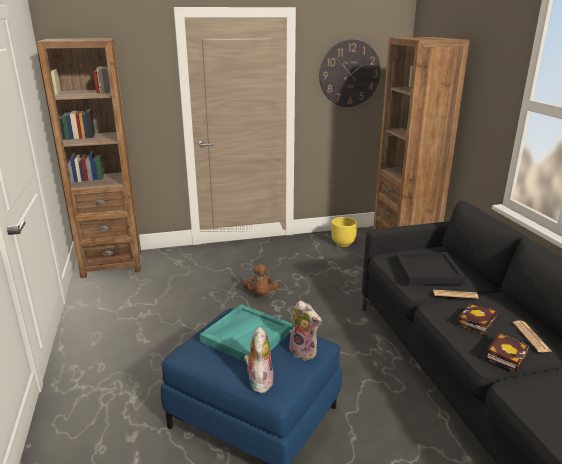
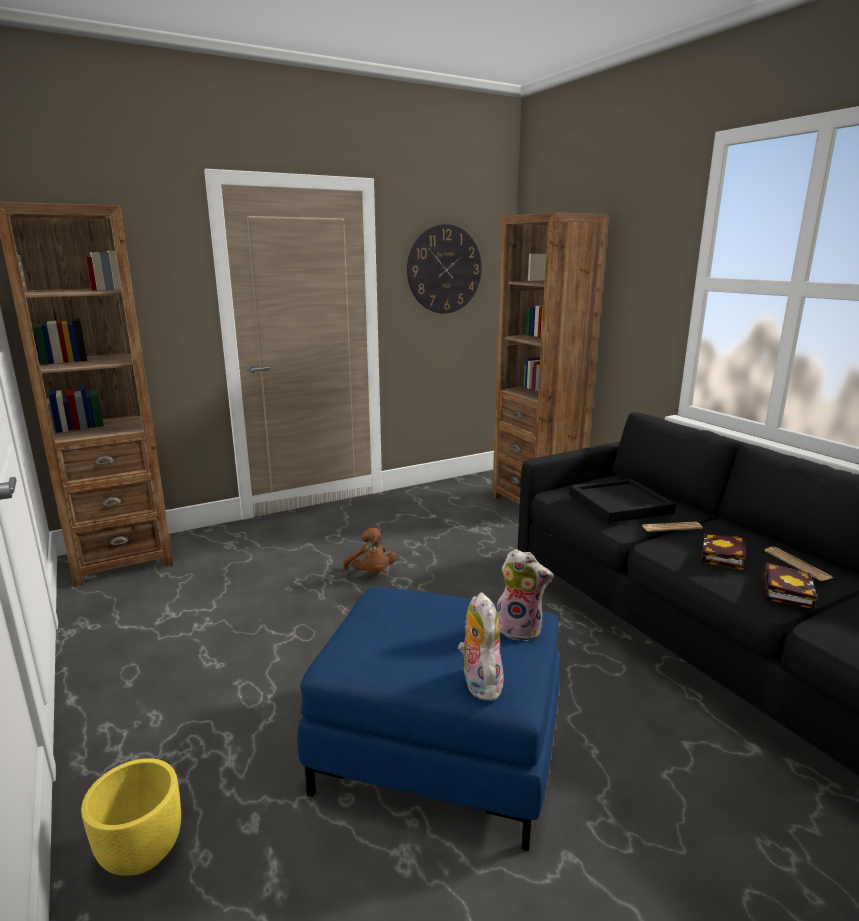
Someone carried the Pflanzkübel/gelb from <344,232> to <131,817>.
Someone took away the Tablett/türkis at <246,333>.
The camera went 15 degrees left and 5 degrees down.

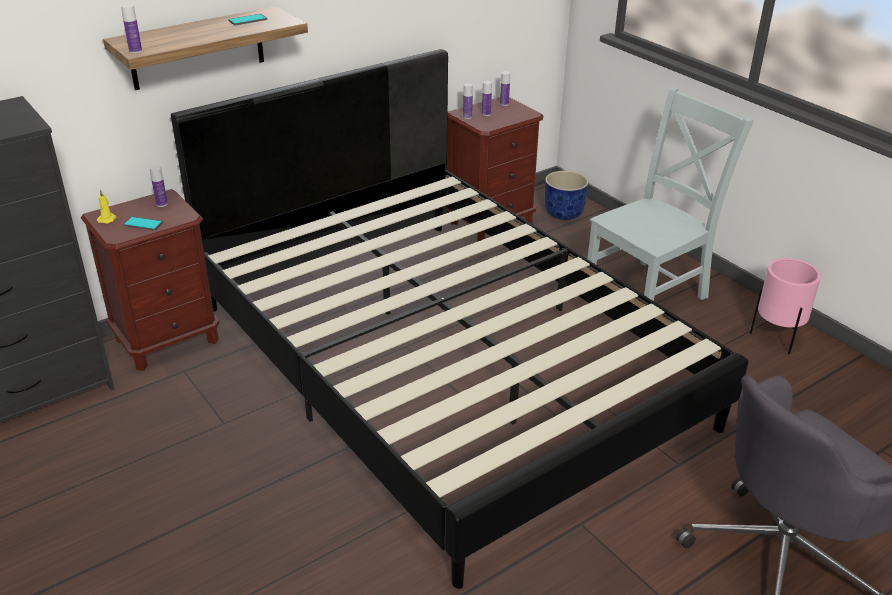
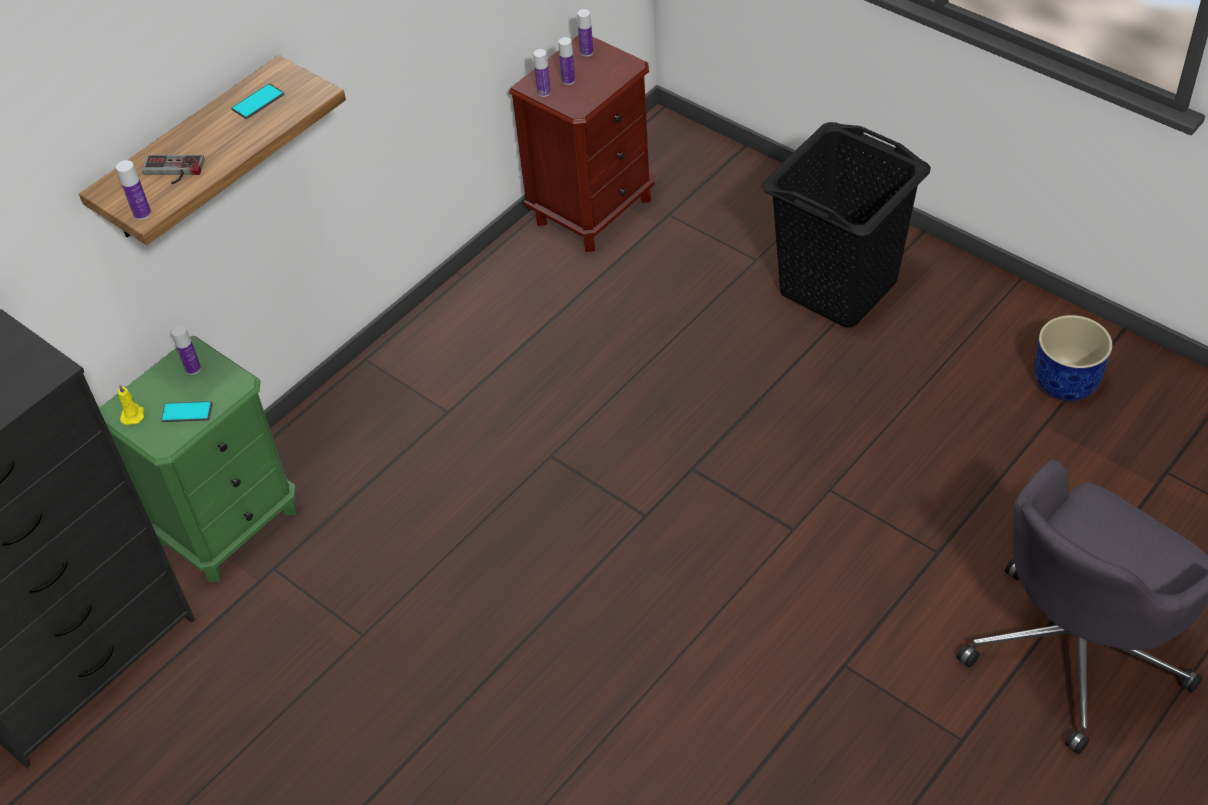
Someone took away the Bett/schwarz at <459,319>.
Someone swapped the Stuhl/grau at <670,194> for the Wäschekorb/schwarz at <846,225>.
Someone carried the Pflanzkübel/blau from <567,195> to <1074,358>.
Someone repainted the Nachttisch/braun at <150,280>, which became the Nachttisch/grün at <198,459>.
Someone took away the Pflanzkübel/rosa at <785,306>.
Someone put down the Gamepad at <173,169>.
The camera went 10 degrees left and 15 degrees up.

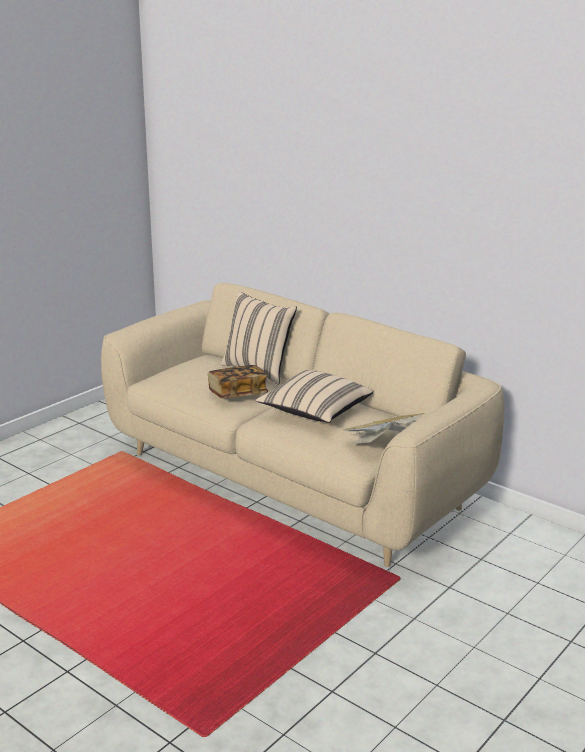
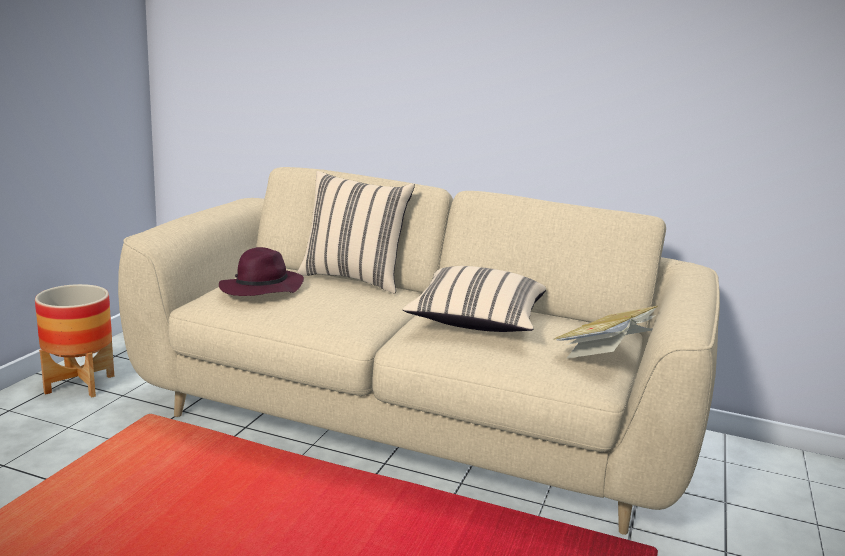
Someone took away the Buch at <238,381>.
Someone put down the Hut/lila at <261,271>.
Someone put down the Pflanzkübel at <74,341>.
The camera went 20 degrees left and 5 degrees down.

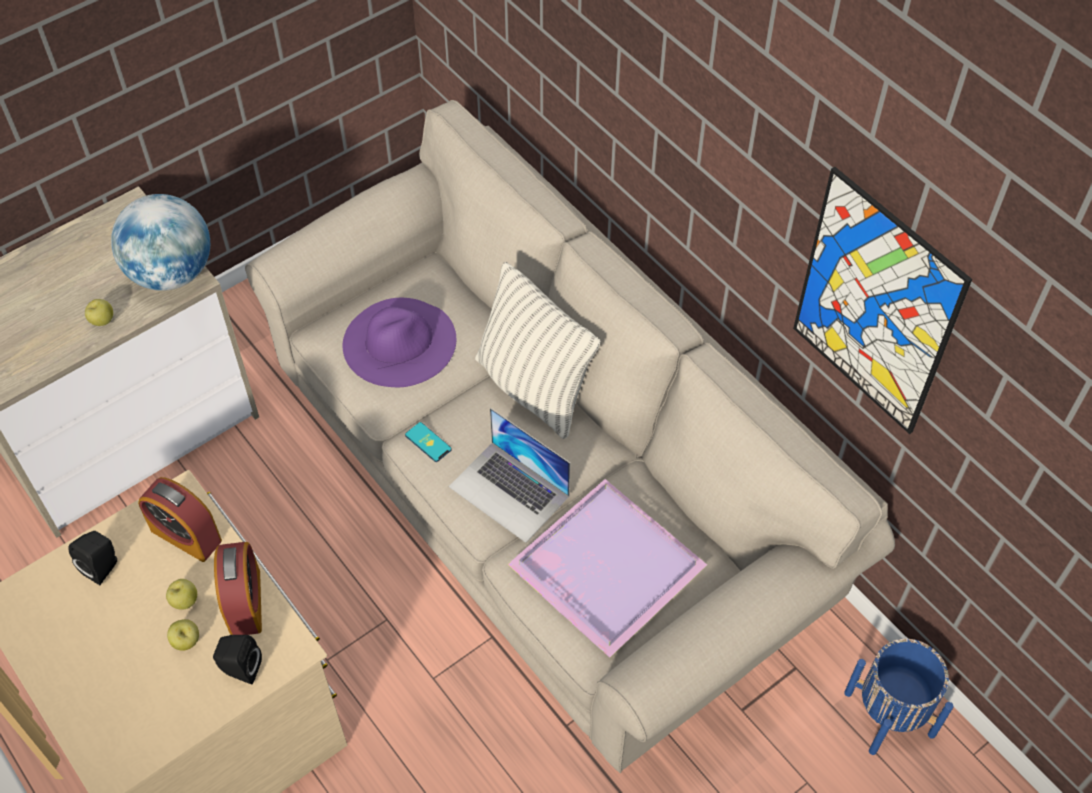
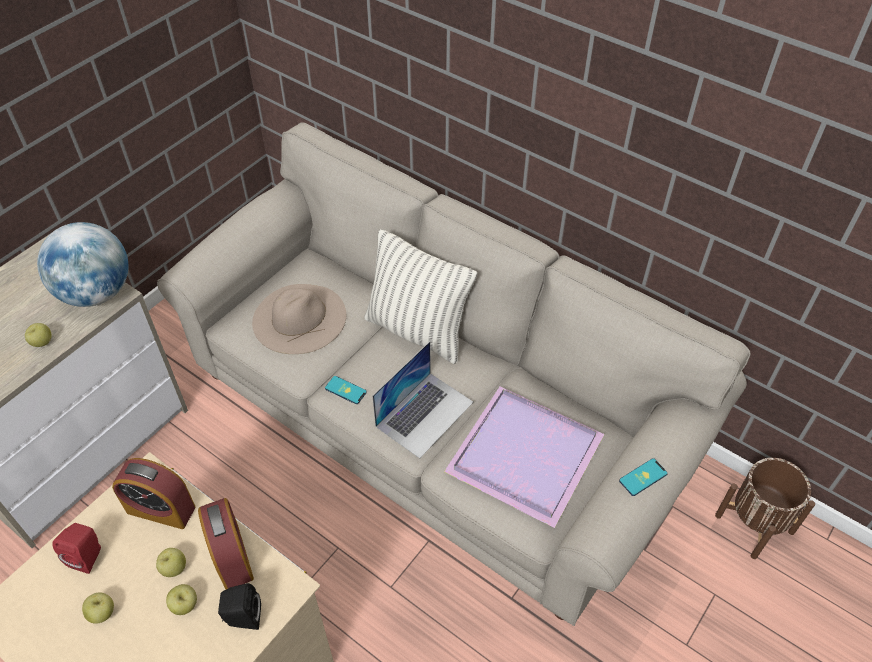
Someone took away the Bild at <882,300>.
Someone repainted the Hut/lila at <399,342>, which became the Hut/beige at <299,319>.
Someone rotated the Laptop at <509,475> by 75 degrees counterclockwise.
Someone repainted the Lautsprecher/schwarz at <92,558>, which became the Lautsprecher/rot at <76,548>.
Someone repainted the Pflanzkübel/blau at <899,697>, which became the Pflanzkübel/braun at <765,508>.
Someone put down the Handy at <643,477>.
Someone put down the Apfel at <98,608>.
The camera went 15 degrees left and 5 degrees down.

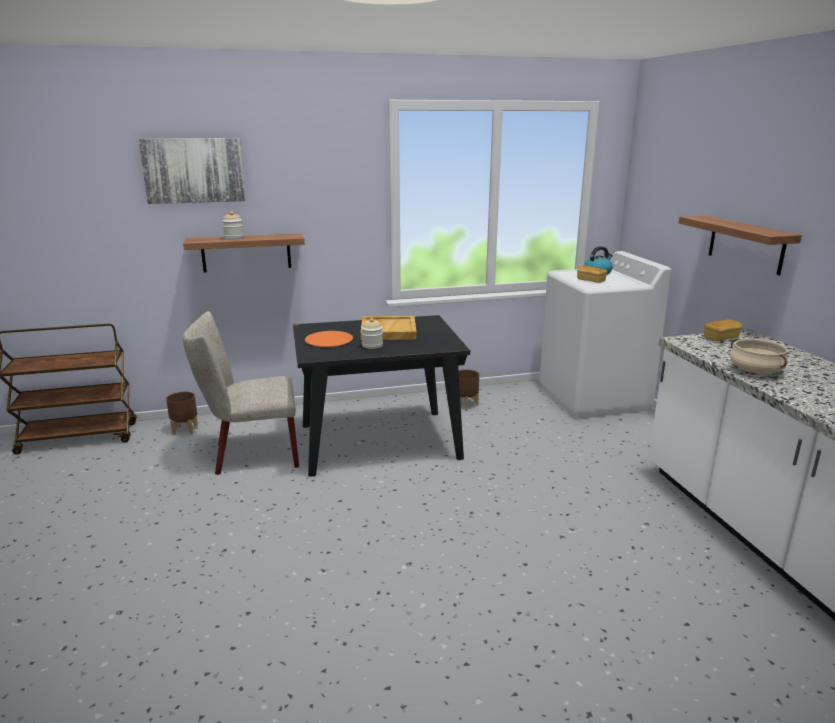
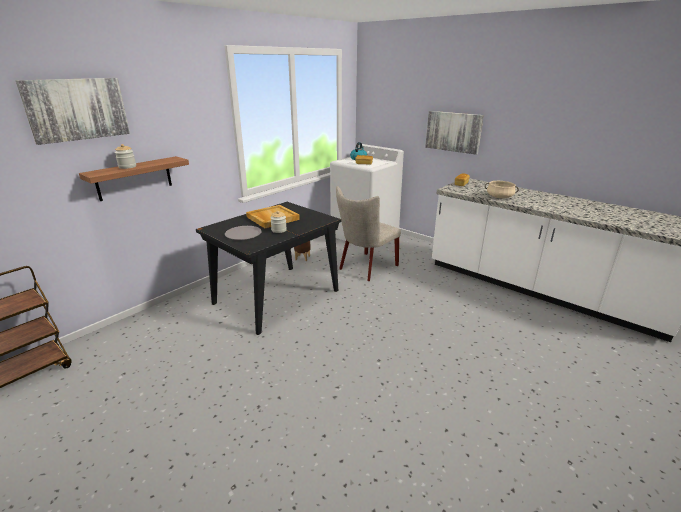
Someone swapped the Wandregal at <740,245> for the Bild at <454,133>.
Someone carried the Stuhl/beige from <241,393> to <368,233>.
Someone repainted the Teller/orange at <329,339>, which became the Teller/grau at <243,233>.
Someone took away the Pflanzkübel/braun at <182,413>.
The camera went 35 degrees left and 5 degrees up.

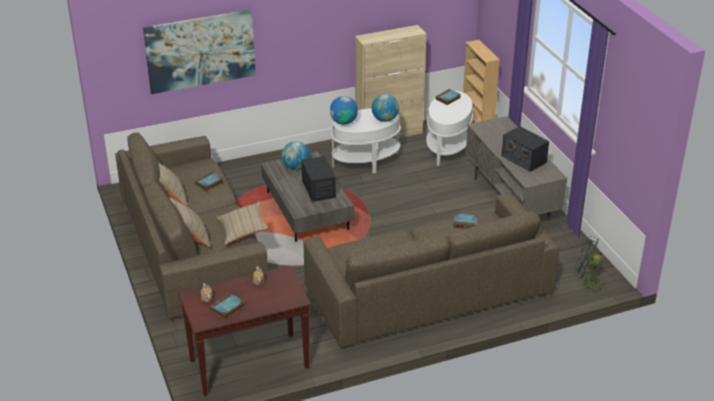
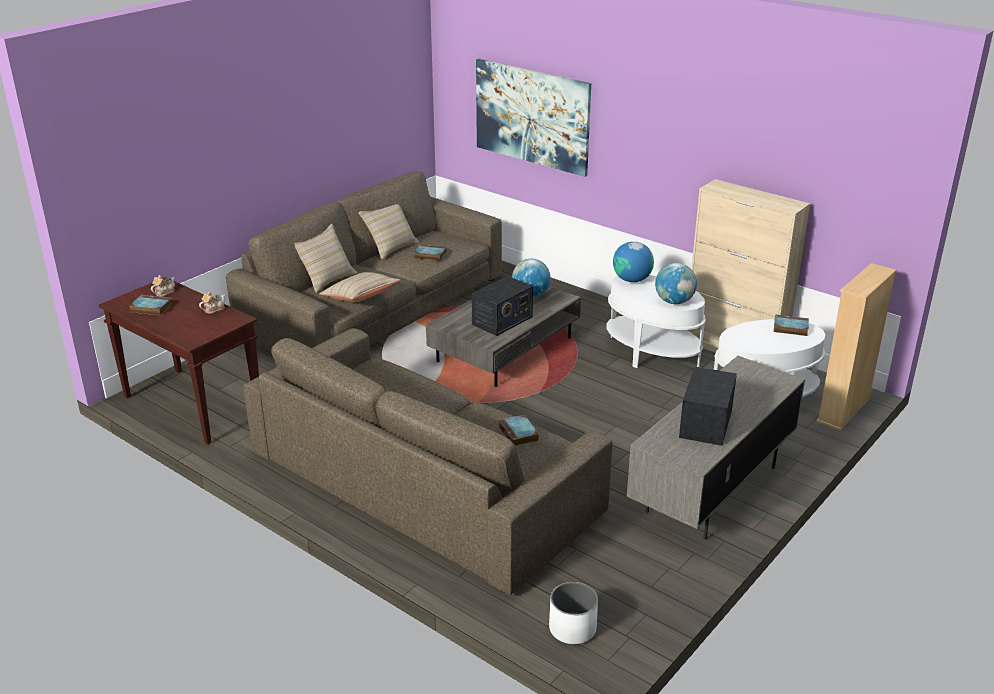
Someone swapped the Ventilator/grün at <590,265> for the Pflanzkübel/weiß at <573,613>.
The camera went 60 degrees right and 5 degrees down.

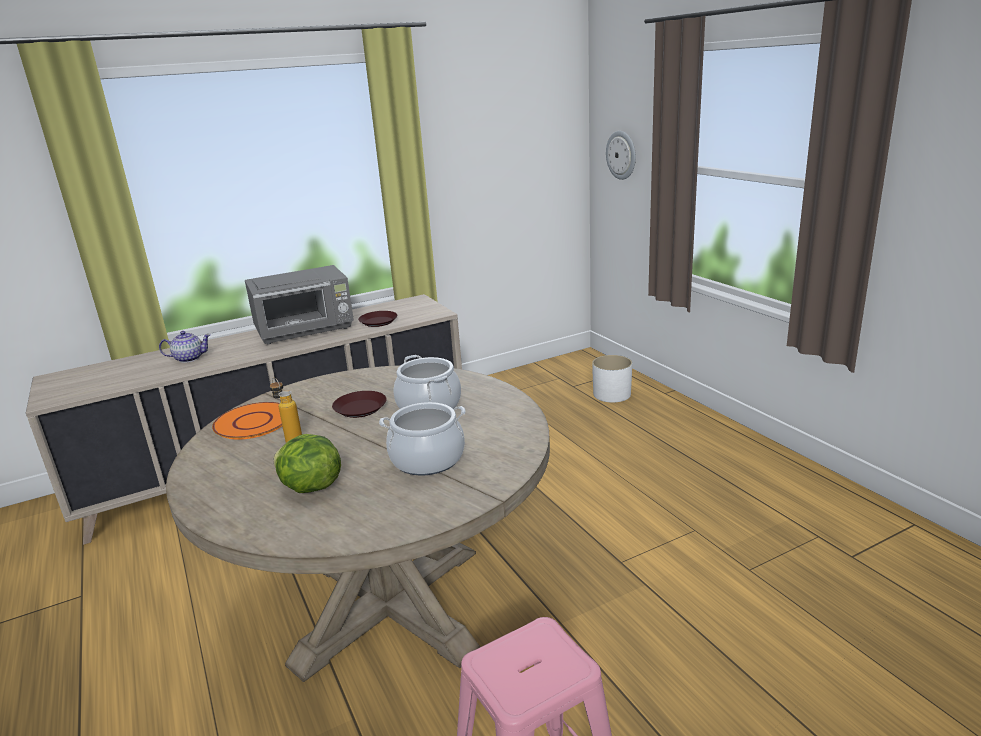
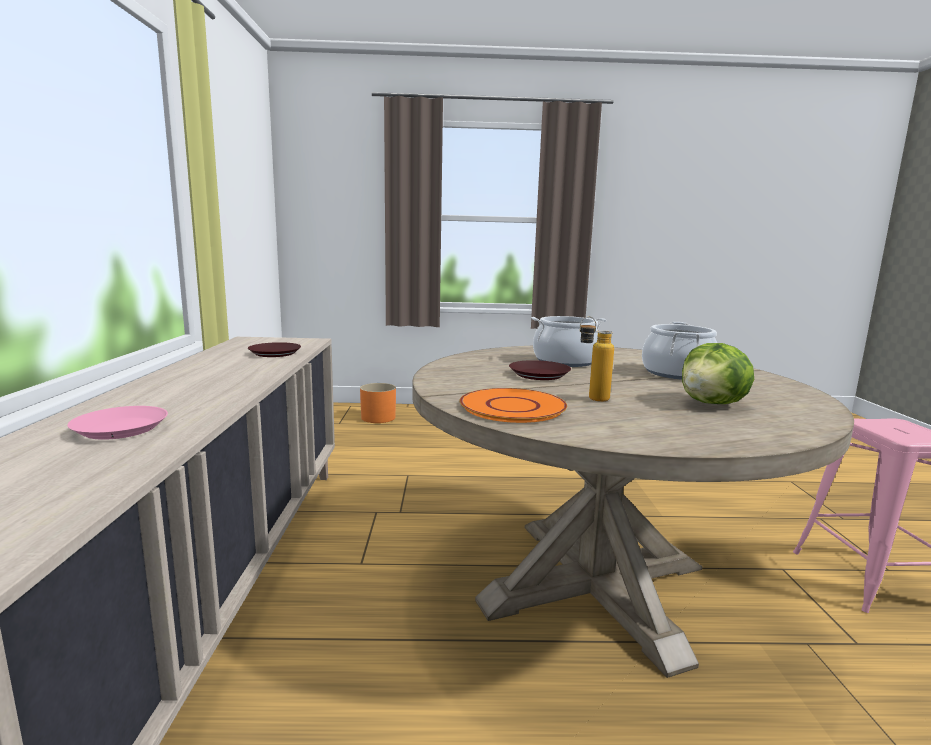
Someone took away the Wanduhr at <621,155>.
Someone took away the Mikrowelle/grau at <299,305>.
Someone swapped the Teekanne at <185,347> for the Teller/rosa at <117,423>.
Someone repainted the Pflanzkübel/weiß at <612,379>, which became the Pflanzkübel/orange at <378,403>.
The camera went 65 degrees left and 10 degrees down.

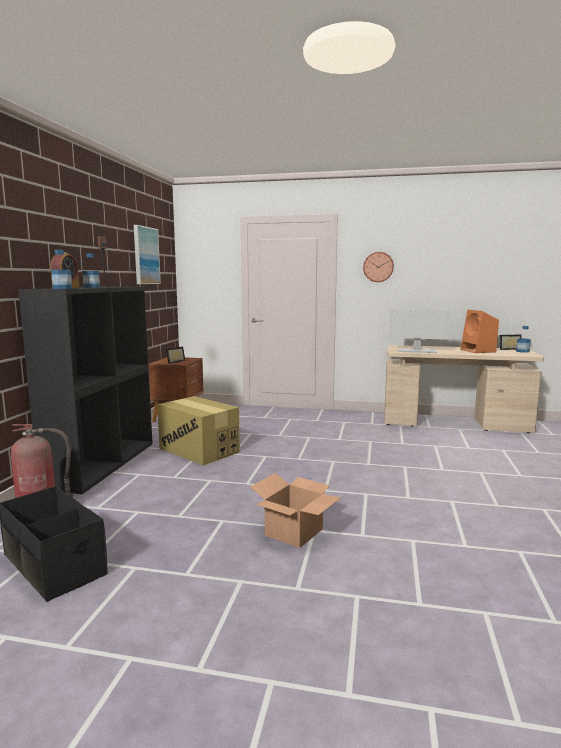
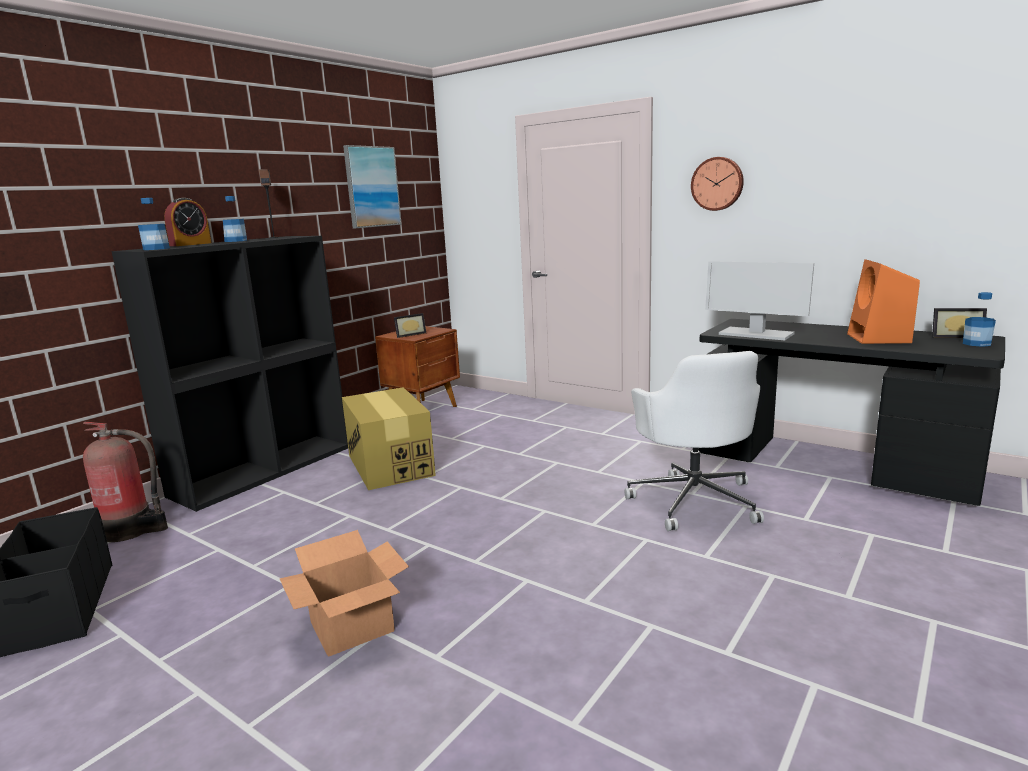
Someone repainted the Schreibtisch/beige at <464,389>, which became the Schreibtisch/schwarz at <851,412>.
Someone put down the Bürostuhl/weiß at <694,441>.
The camera went 25 degrees right and 5 degrees up.

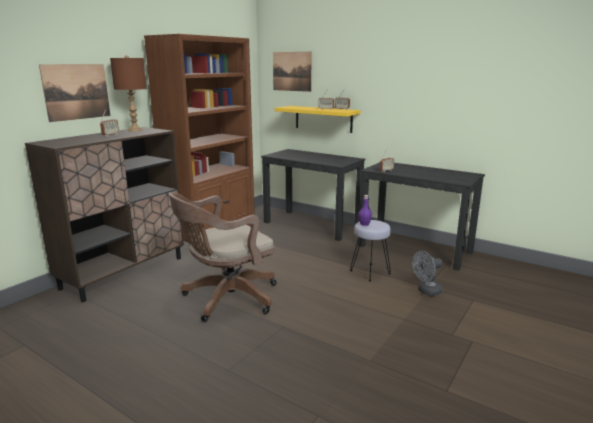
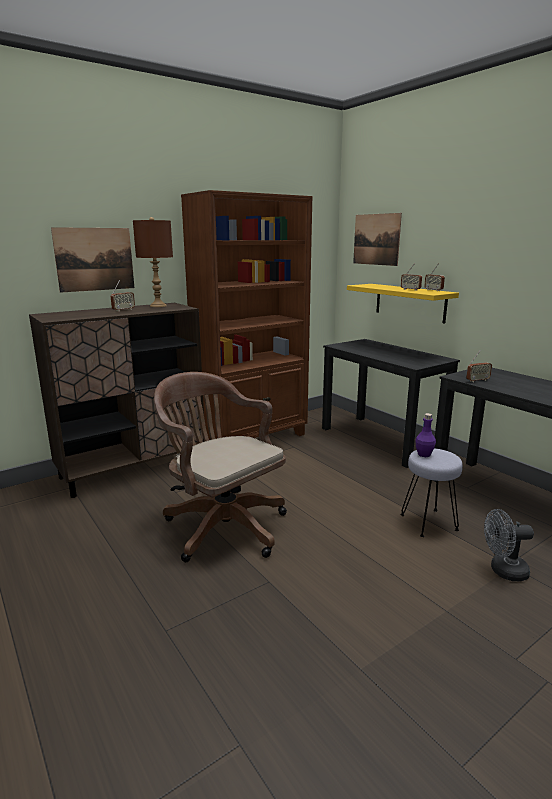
Someone rotated the Bürostuhl/braun at <222,257> by 60 degrees clockwise.
The camera went 20 degrees right and 0 degrees up.

